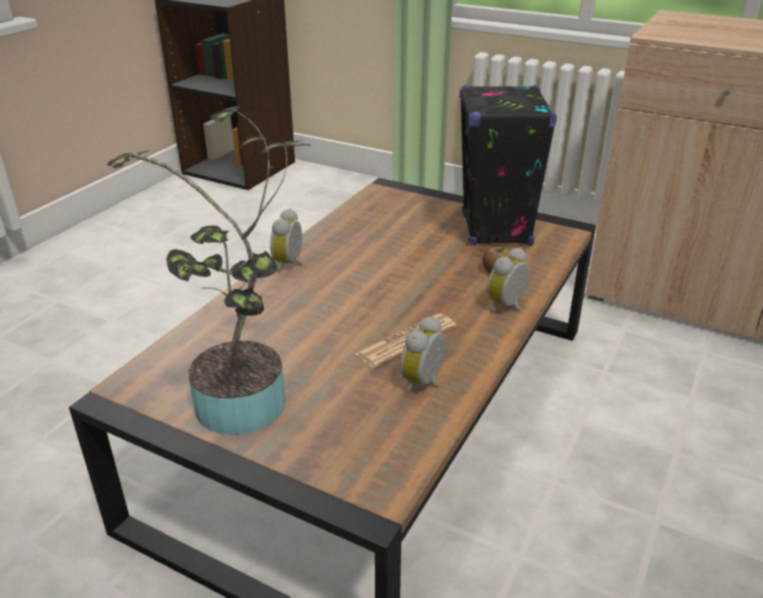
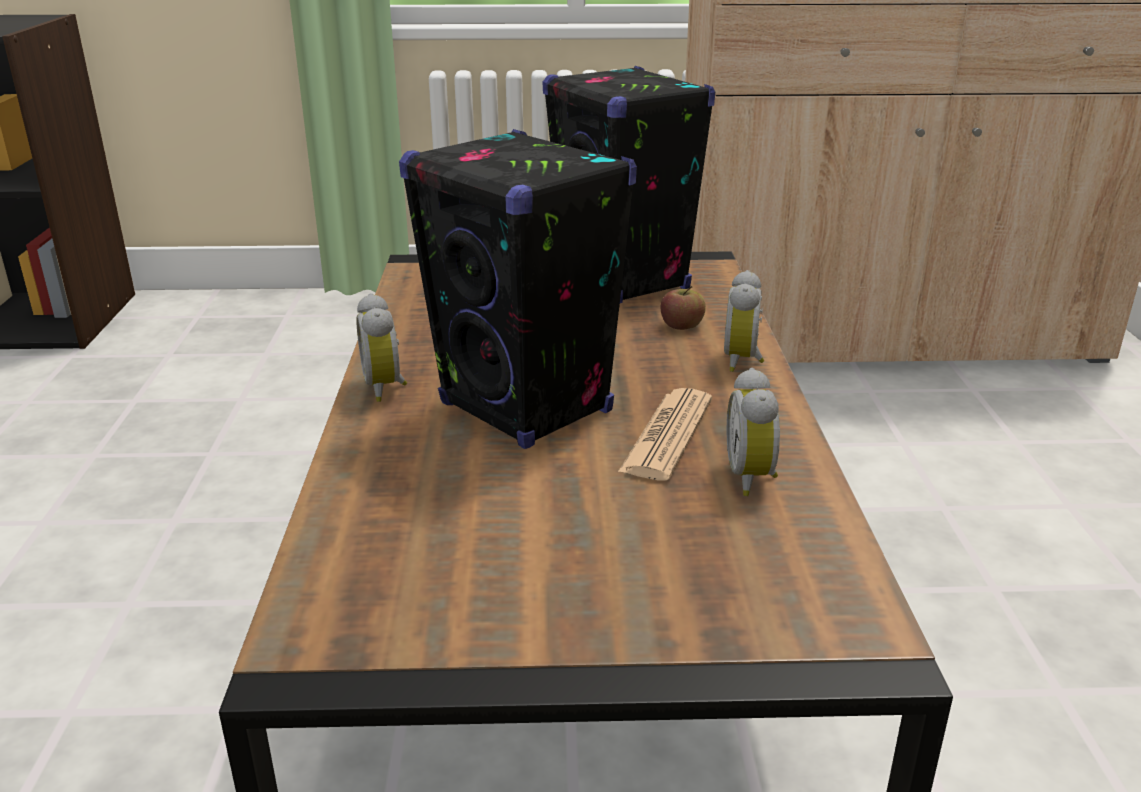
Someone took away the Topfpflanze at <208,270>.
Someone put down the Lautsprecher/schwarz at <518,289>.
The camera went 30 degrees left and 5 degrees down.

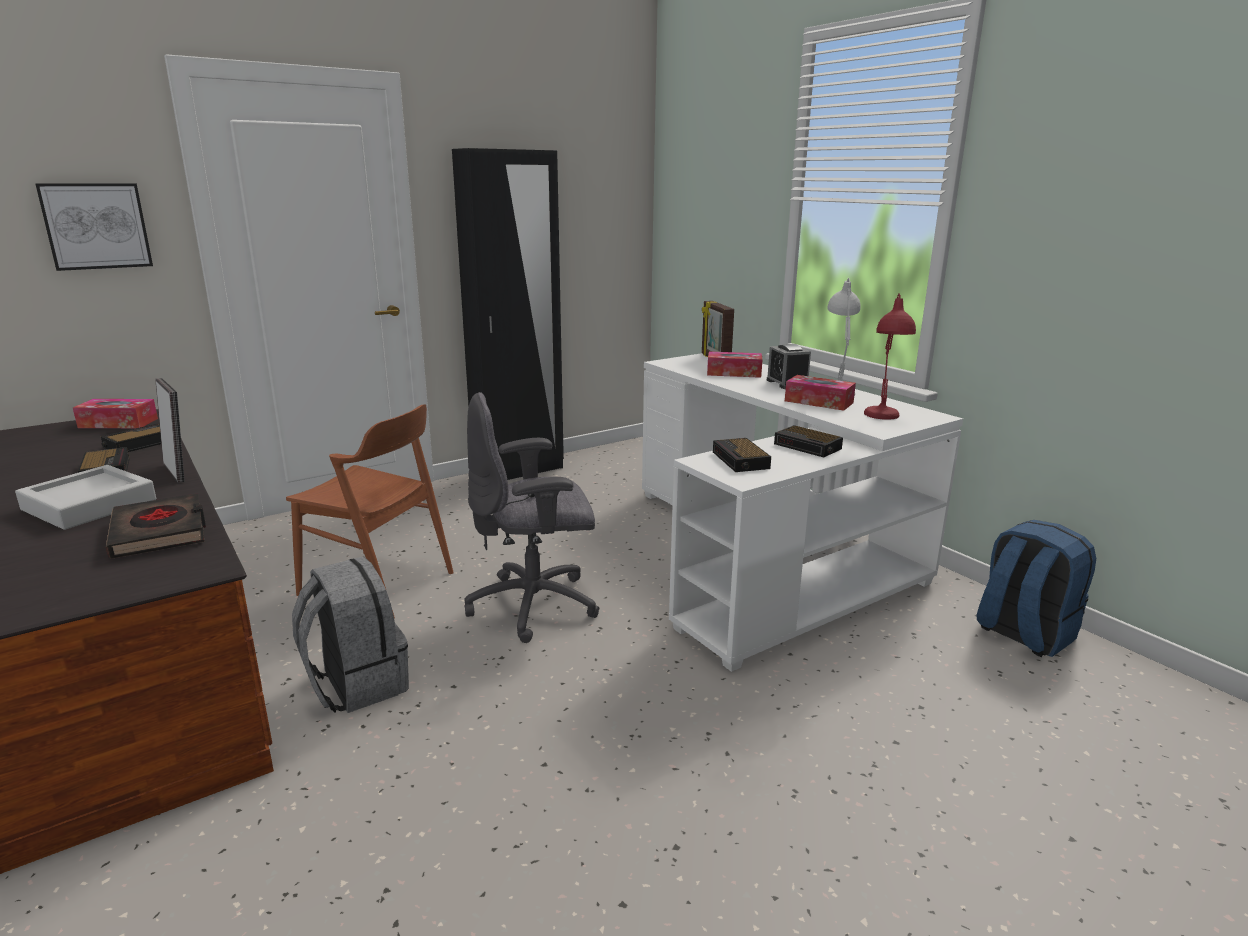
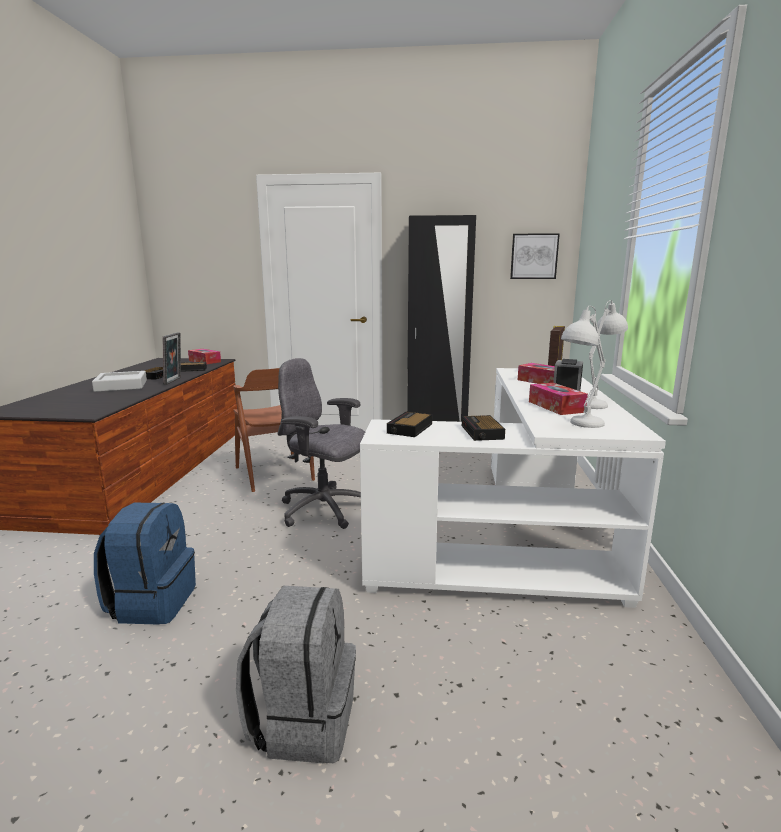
Someone carried the Bild from <94,227> to <535,256>.
Someone repainted the Tischlampe/rot at <890,356>, which became the Tischlampe/weiß at <583,367>.
Someone took away the Buch/schwarz at <156,526>.
Someone carried the Rucksack/blau from <1036,588> to <145,564>.
Someone carried the Rucksack/grau from <350,635> to <296,674>.
The camera went 40 degrees right and 5 degrees down.

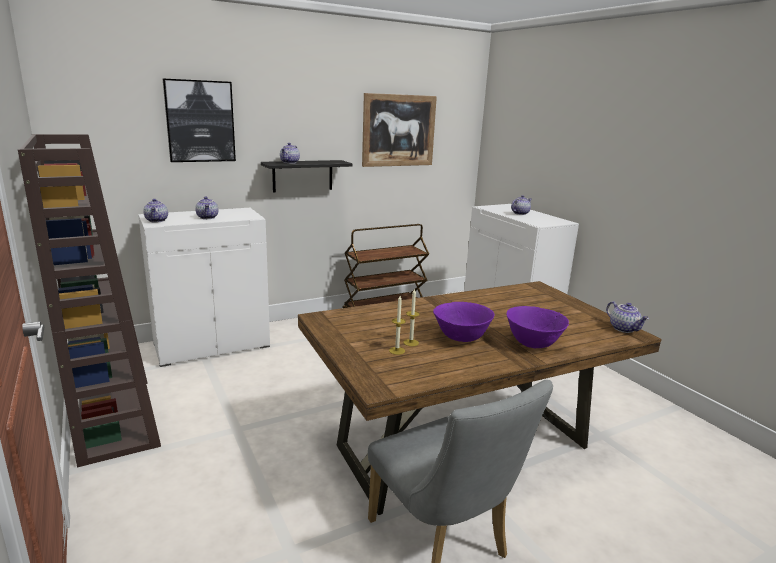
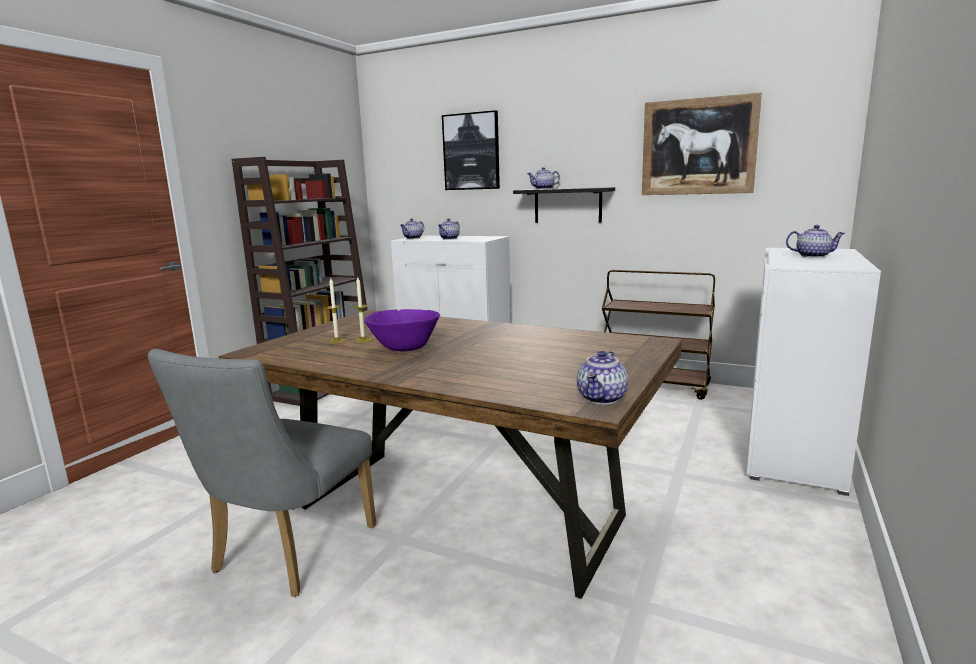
Someone took away the Schüssel/lila at <538,327>.
The camera went 55 degrees right and 5 degrees down.

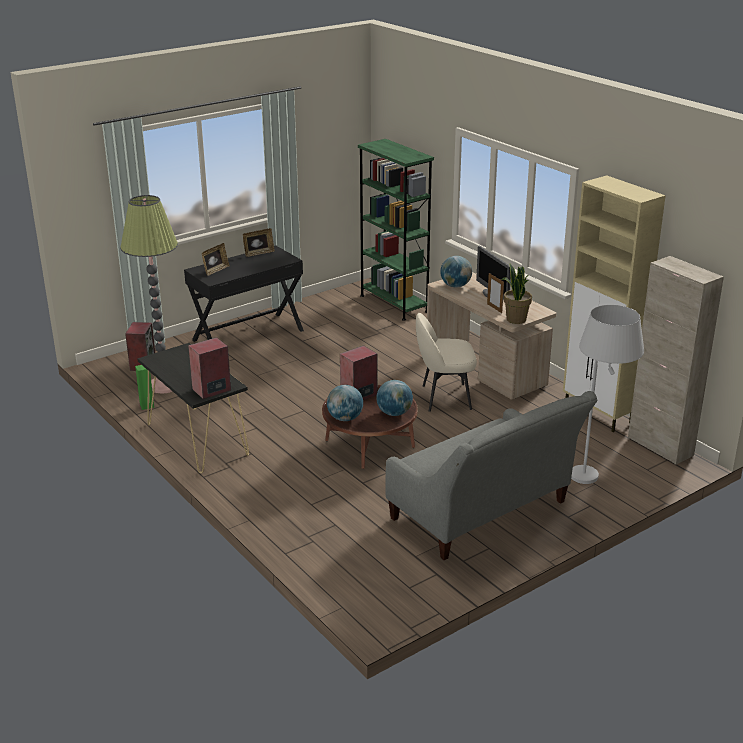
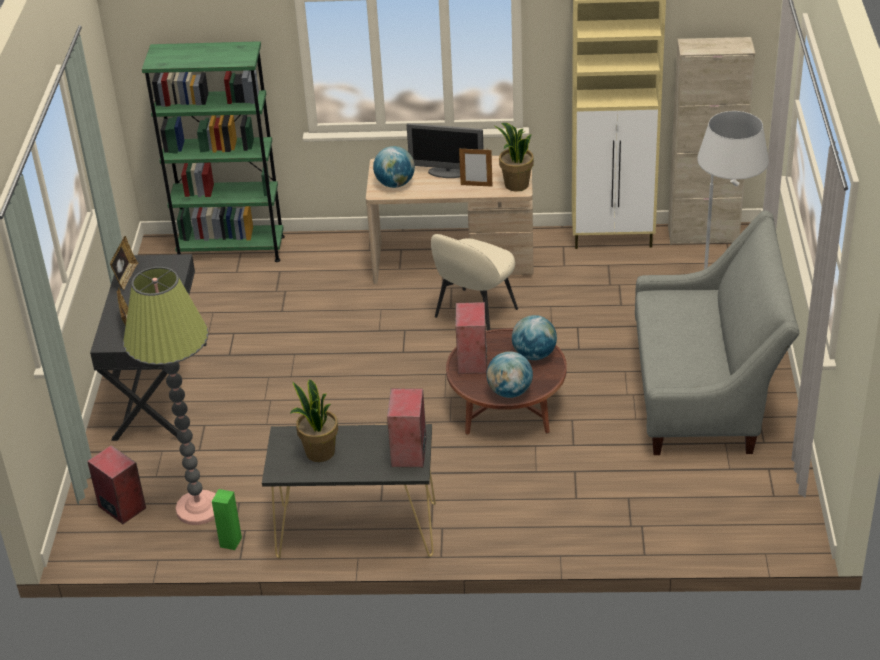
Someone put down the Topfpflanze at <314,421>.
The camera went 50 degrees left and 10 degrees up.

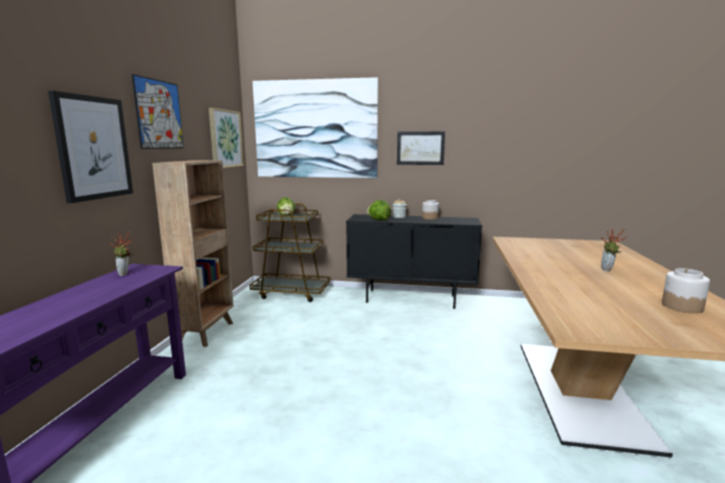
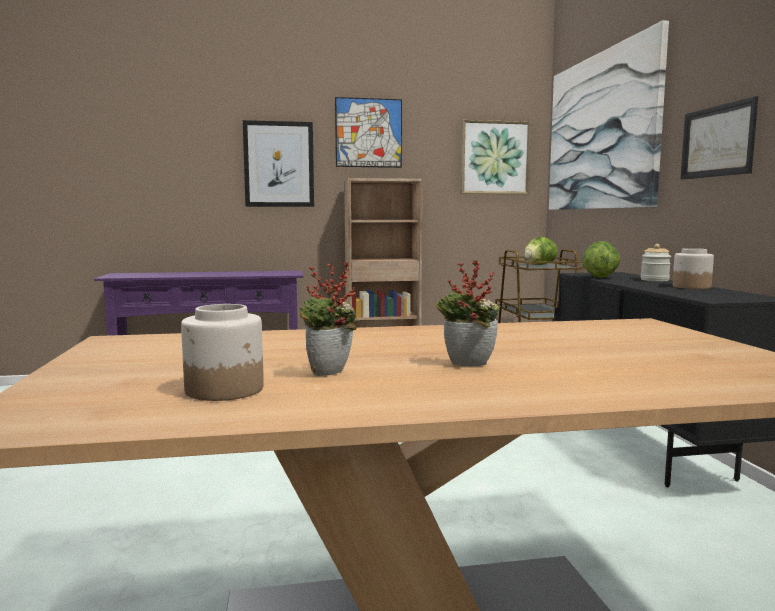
Someone carried the Topfpflanze from <121,254> to <328,318>.
The camera went 70 degrees right and 5 degrees down.

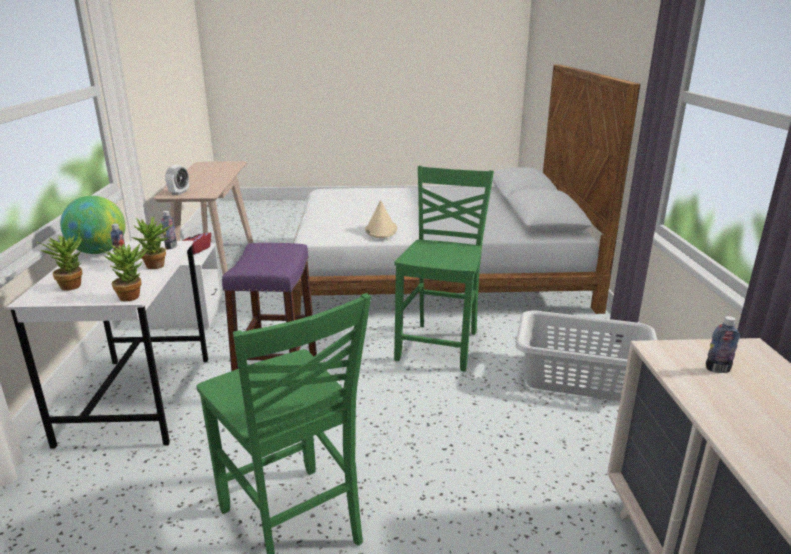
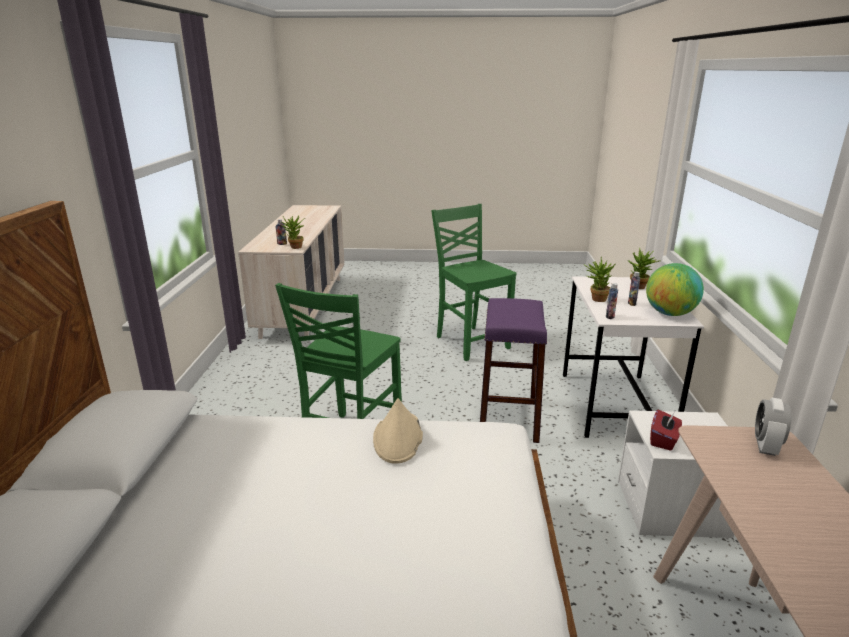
Someone carried the Topfpflanze from <123,272> to <292,232>.
Someone took away the Wäschekorb/grau at <586,355>.
The camera went 175 degrees left and 0 degrees up.

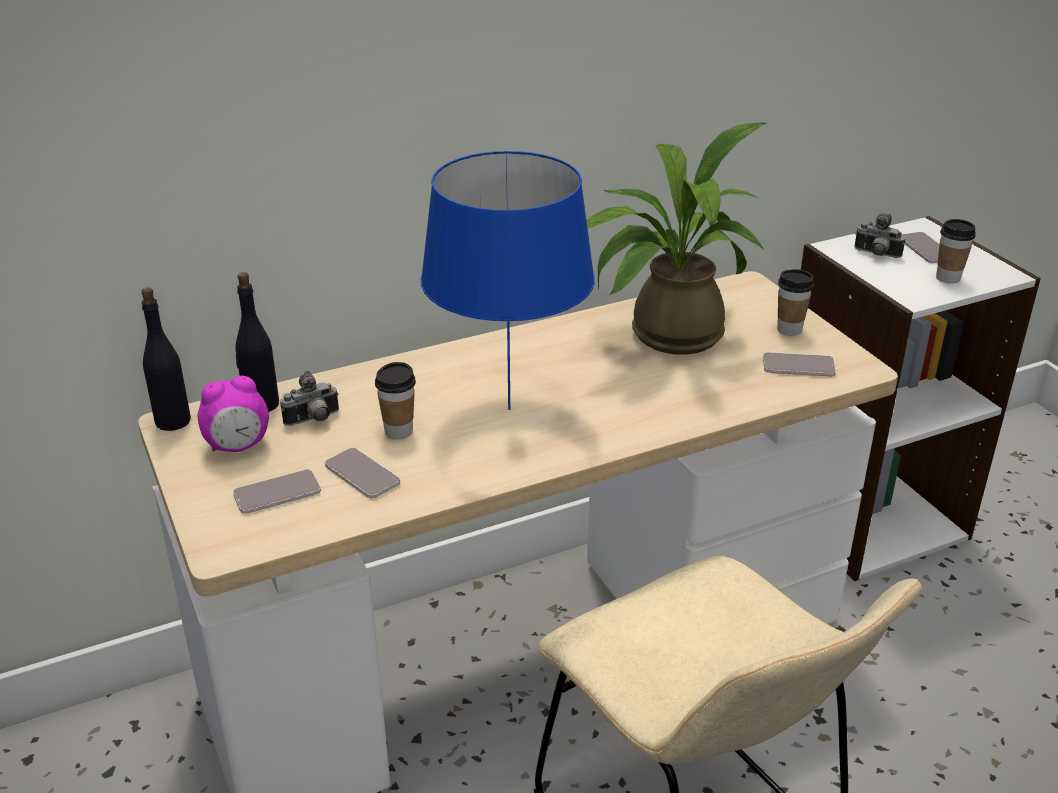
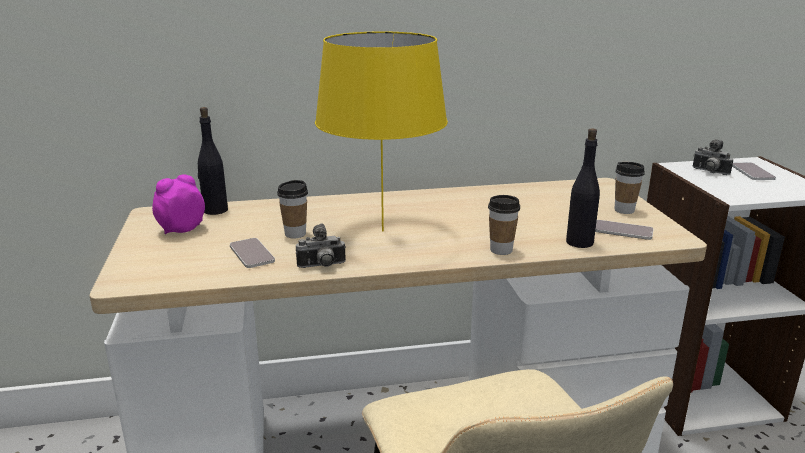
Someone took away the Topfpflanze at <676,239>.
Someone repainted the Tischlampe/blau at <508,280>, which became the Tischlampe/gelb at <381,131>.
Someone carried the Tasse from <956,251> to <504,225>.
Someone carried the Flasche/schwarz from <166,359> to <583,188>.
Someone carried the Kamera from <309,398> to <321,246>.
Someone rotated the Wecker at <233,414> by 150 degrees clockwise.
Someone took away the Handy at <277,491>.
The camera went 15 degrees right and 10 degrees down.

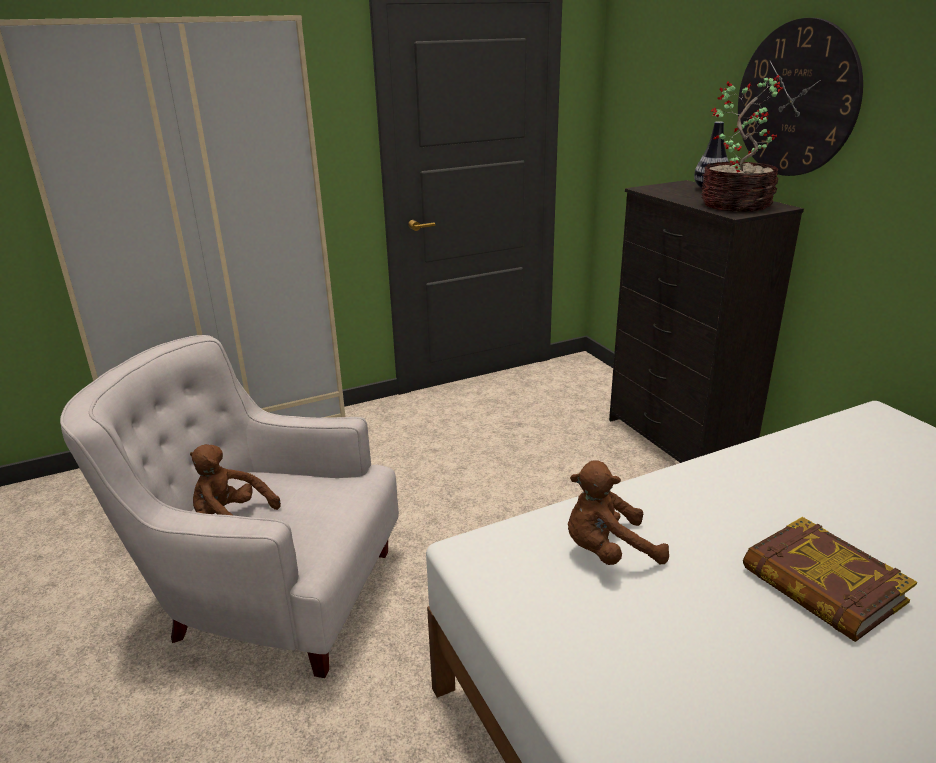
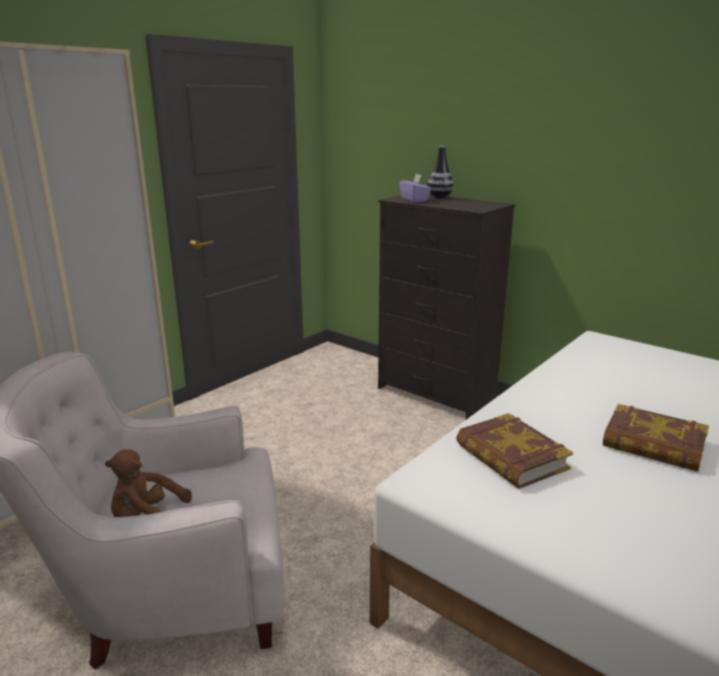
Someone took away the Wanduhr at <800,97>.
Someone took away the Topfpflanze at <742,143>.
Someone swapped the Plüschtier/braun at <618,512> for the Buch at <514,451>.
Someone put down the Taschentuchbox/lila at <415,188>.
The camera went 25 degrees left and 5 degrees down.

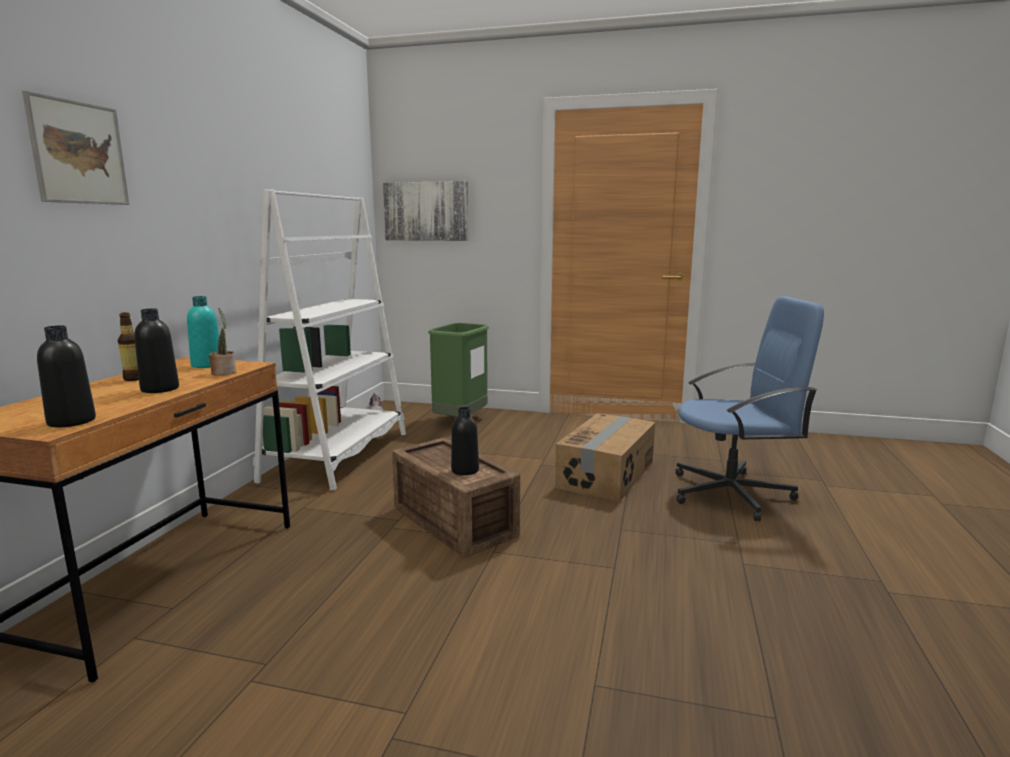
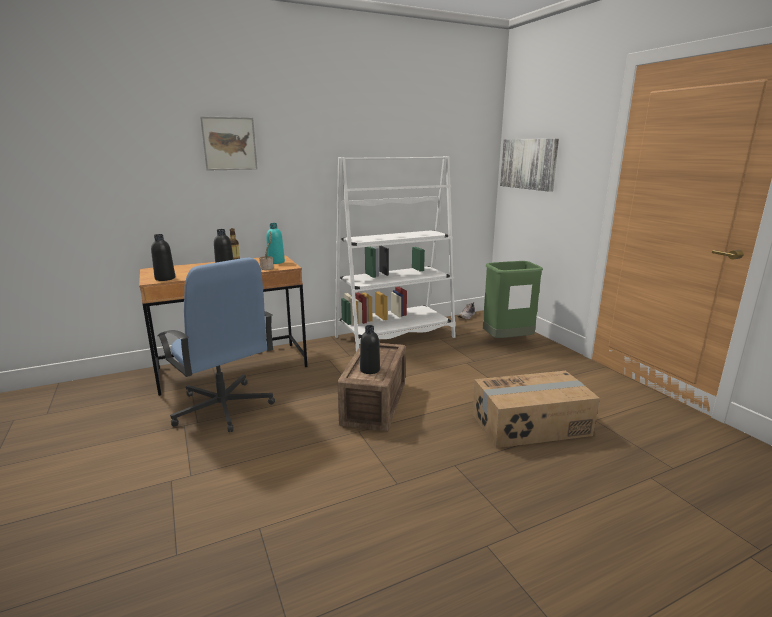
Someone carried the Bürostuhl/blau from <750,409> to <216,345>.
The camera went 50 degrees right and 5 degrees up.

